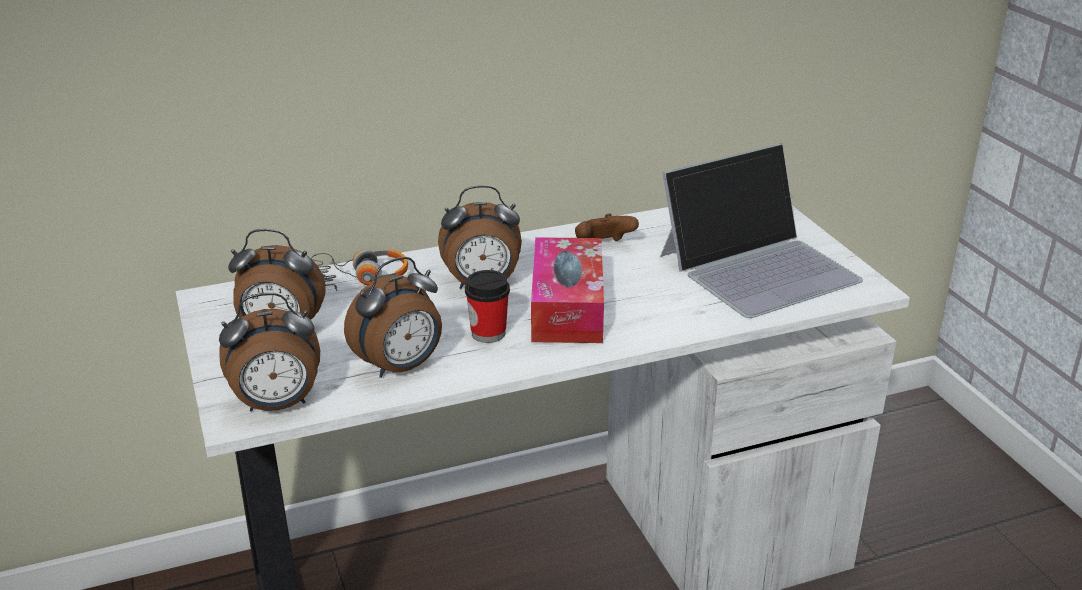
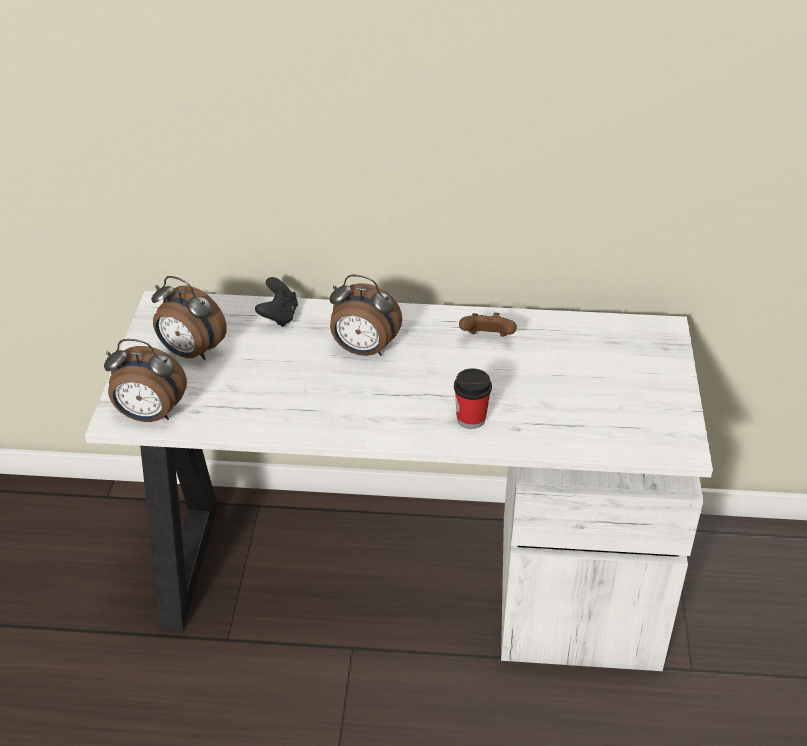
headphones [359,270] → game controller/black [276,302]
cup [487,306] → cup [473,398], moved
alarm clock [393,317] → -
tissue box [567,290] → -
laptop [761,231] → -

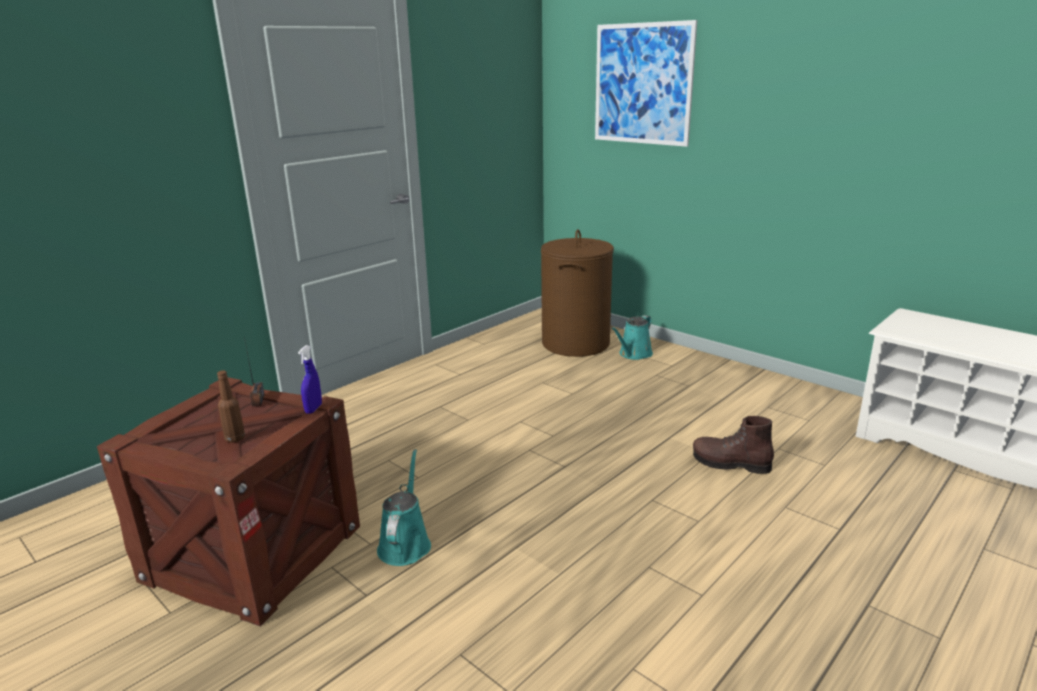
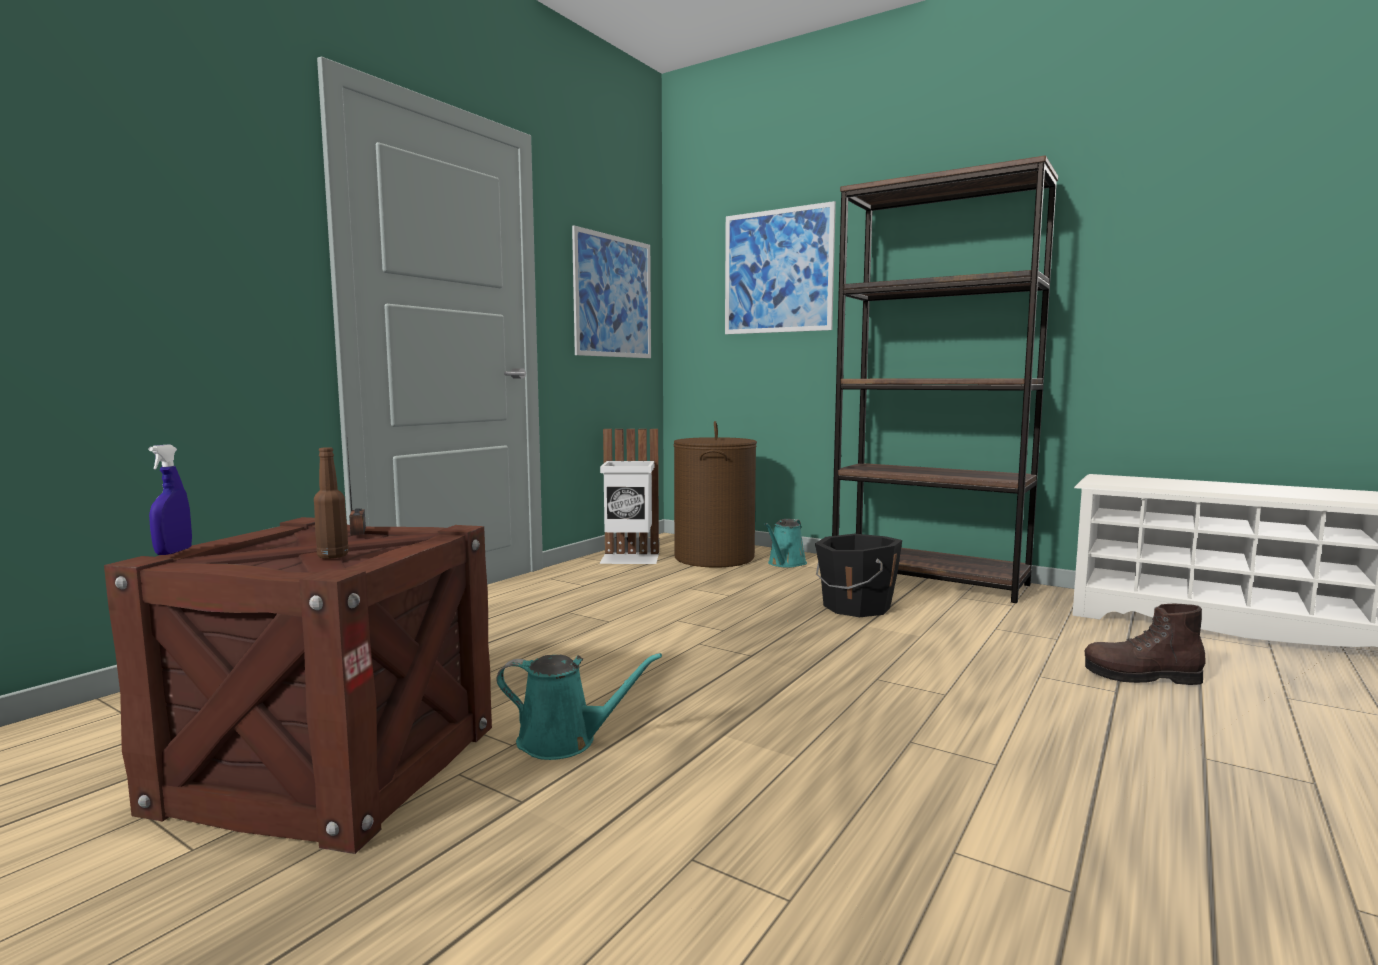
spray bottle/blue [310,379] → spray bottle/blue [170,500], moved
watering can/turquoise [404,507] → watering can/turquoise [579,706], 105 degrees clockwise
- → picture [611,291]
- → trash can/white [629,496]
- → bucket/black [858,575]
- → bookcase/brown [945,379]
boot/brown [733,445] → boot/brown [1145,644], moved

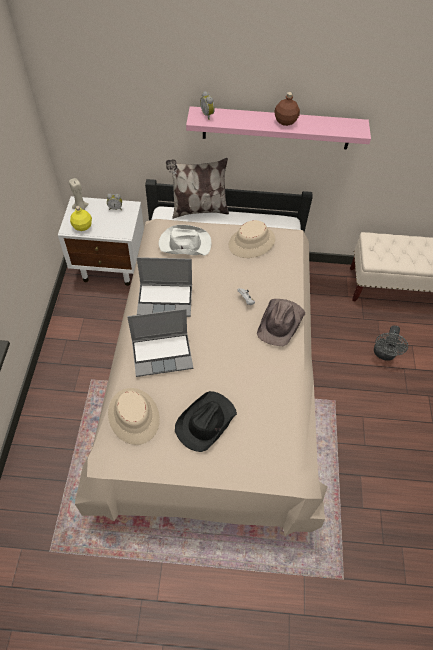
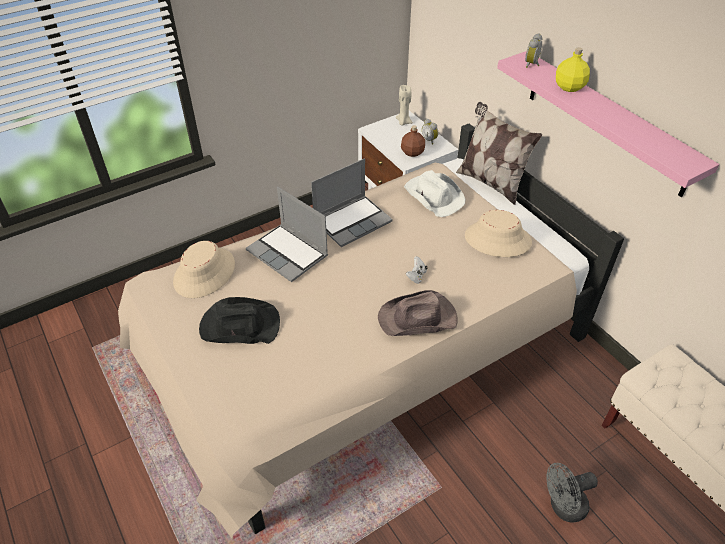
laptop [164,287] → laptop [352,202], 90 degrees counterclockwise
bottle/brown [287,109] → bottle/brown [413,141], moved
bottle/yellow [81,218] → bottle/yellow [573,69], moved

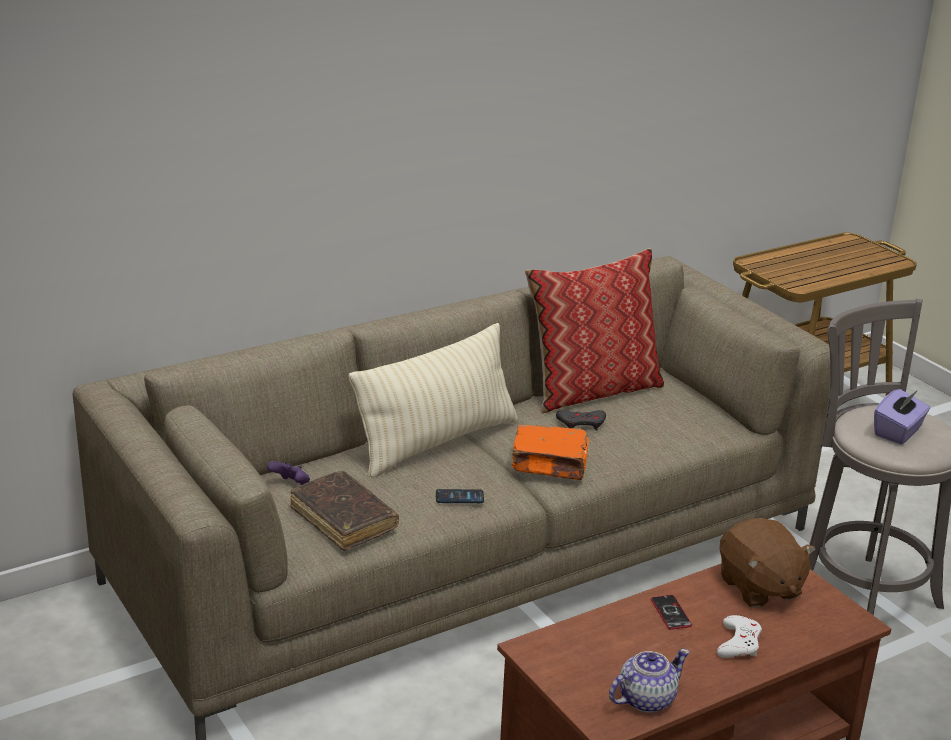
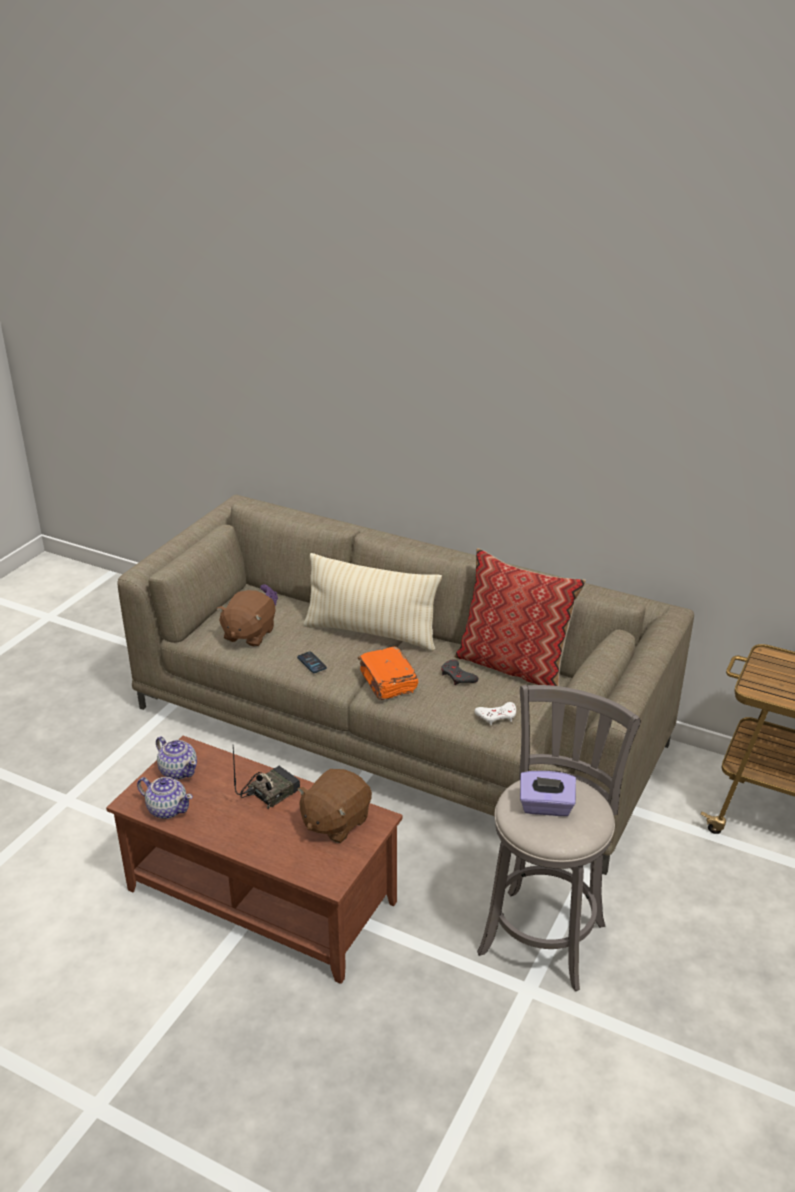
- → teapot [176,758]
book/brown [344,511] → plush toy/brown [246,618]
phone [671,612] → radio [266,777]
game controller/white [739,636] → game controller/white [495,713], moved

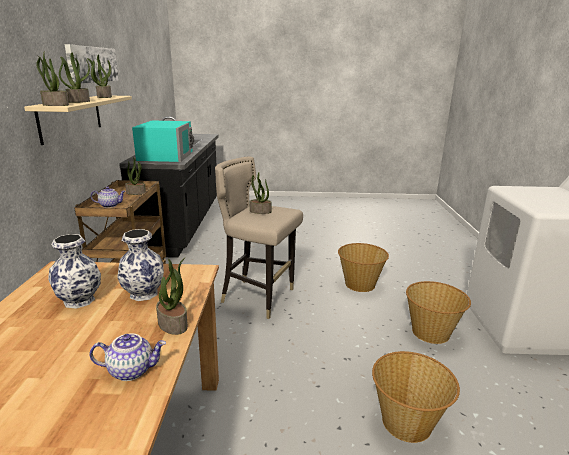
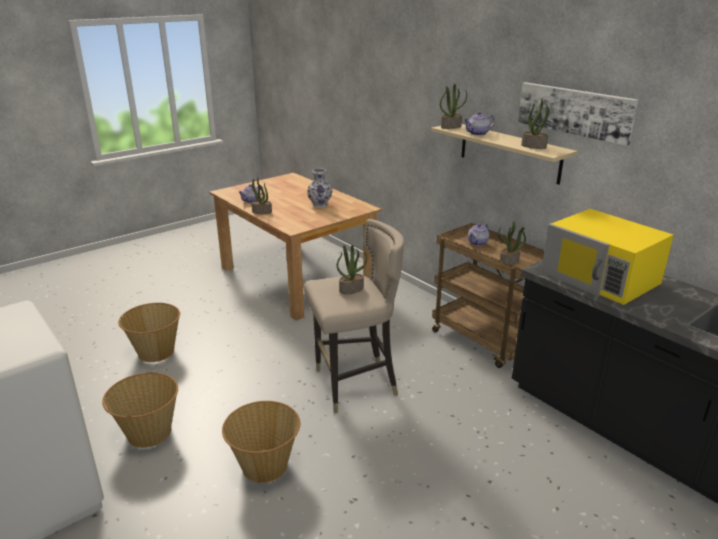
potted plant [74,78] → teapot [479,124]
microwave/turquoise [163,141] → microwave/yellow [607,257]
vase [140,265] → -

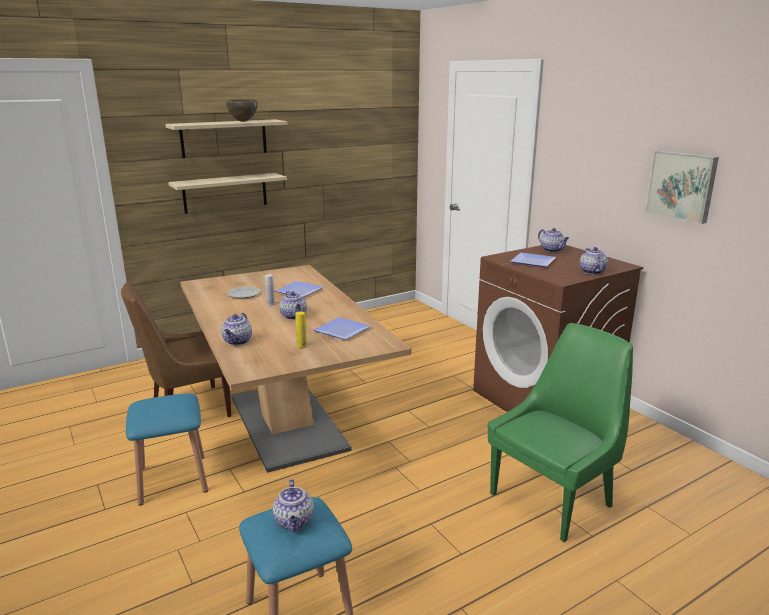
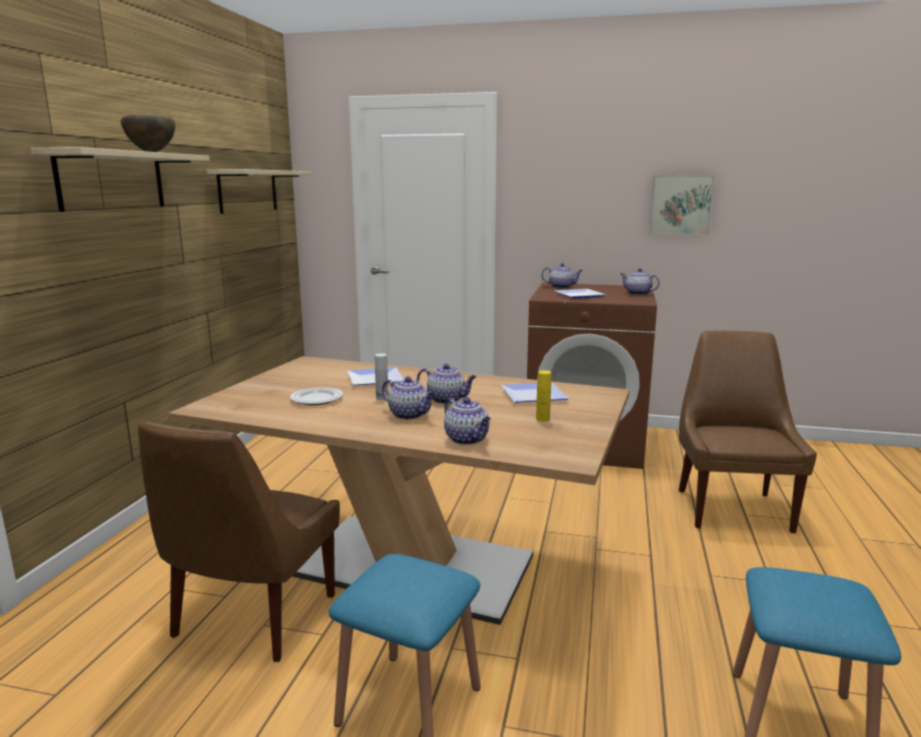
shelf/beige [227,193] → shelf/beige [259,191], moved
teapot [293,505] → teapot [409,398], moved
chair/green [560,432] → chair/brown [748,432]

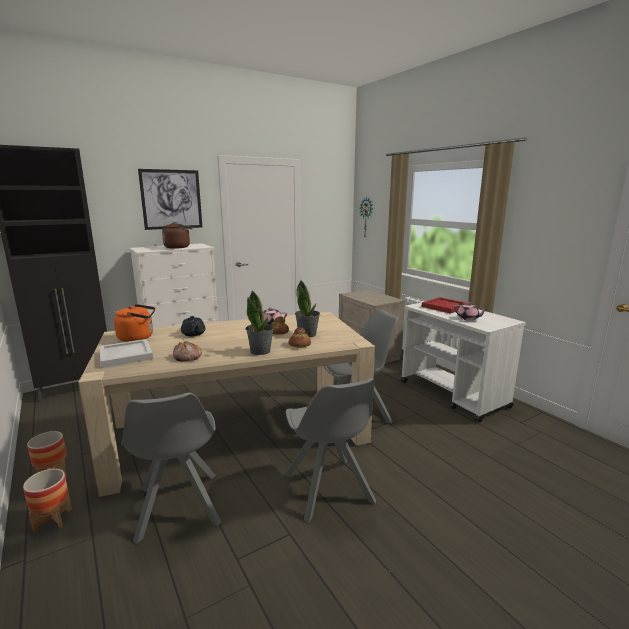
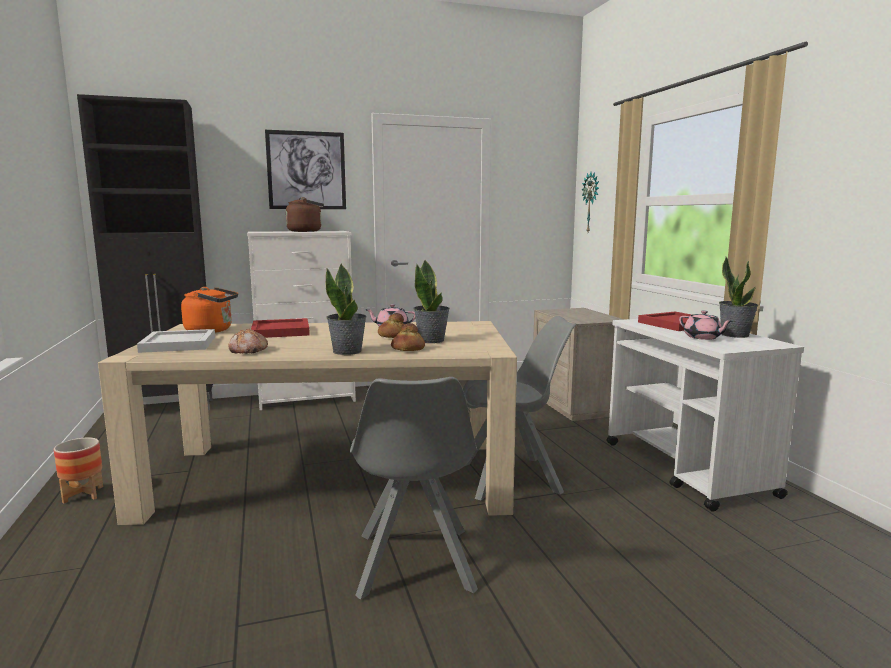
teapot/black [193,326] → tray/red [280,328]
- → potted plant [738,297]
planter [47,500] → -
chair/grey [171,468] → -

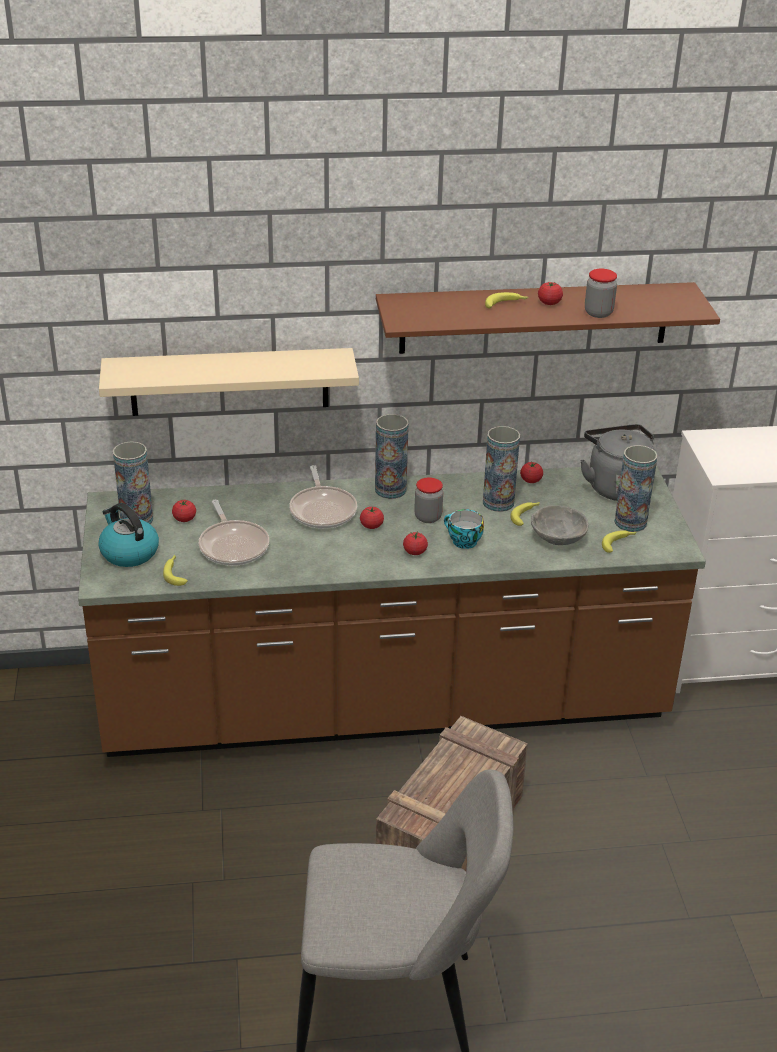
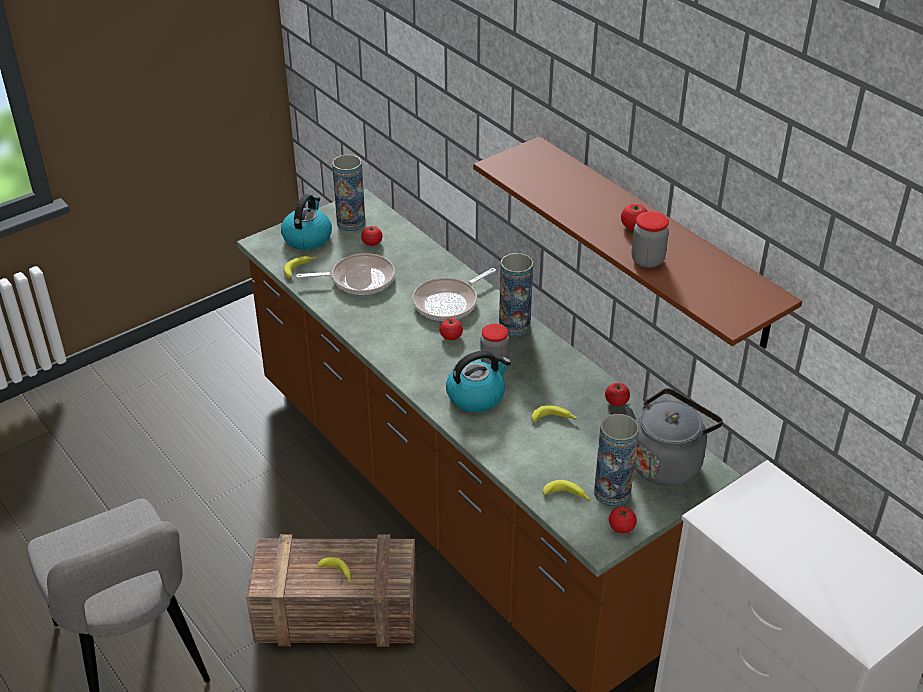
frying pan [234,533] → frying pan [345,274], 135 degrees counterclockwise
banana [506,300] → banana [334,570], moved
cup [464,529] → kettle [478,381]
tomato [415,543] → tomato [623,519], moved
shelf/beige [229,382] → -
vase [501,469] → -
bowl/grey [560,525] → -

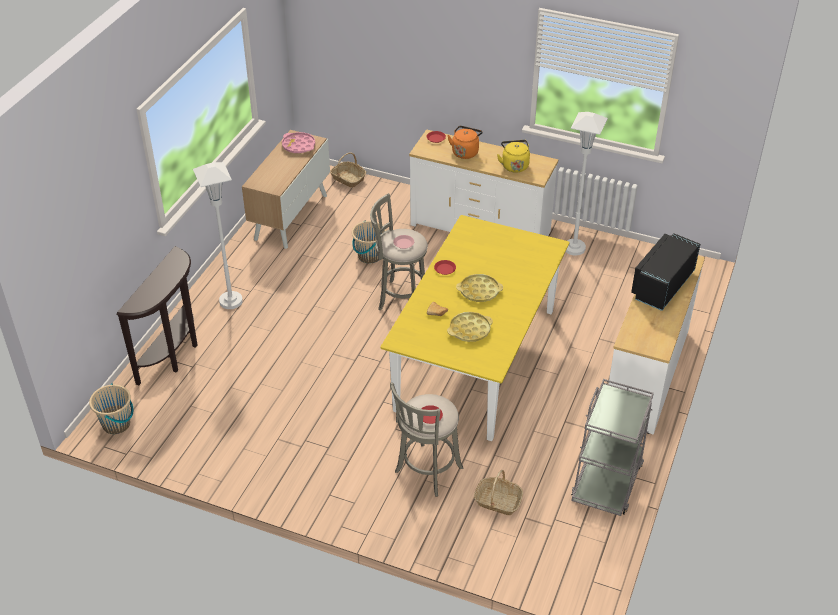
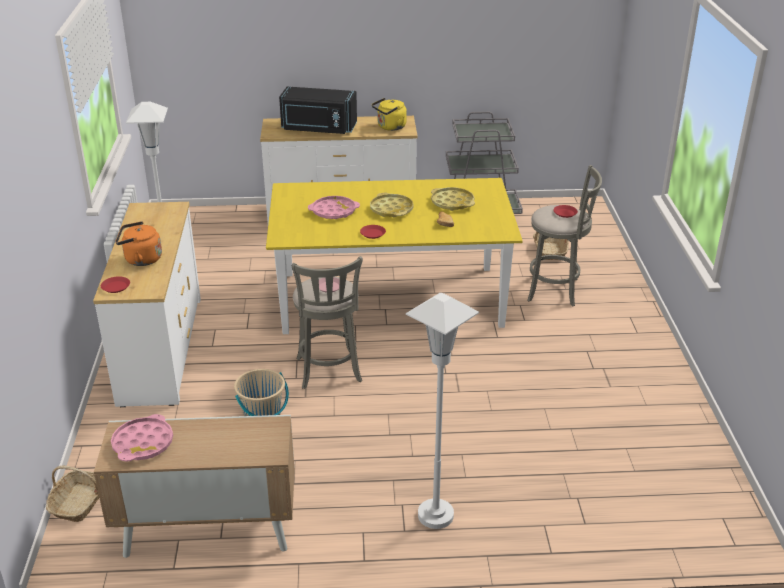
- → tray/pink [334,207]
kettle/yellow [513,156] → kettle/yellow [389,114], moved
bucket/beige [111,408] → -
console table/brown [157,315] → -

